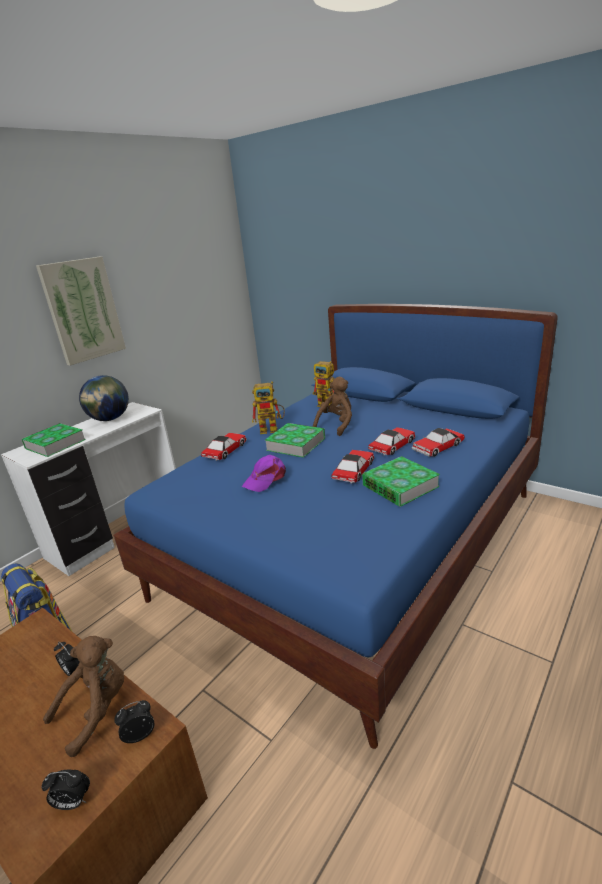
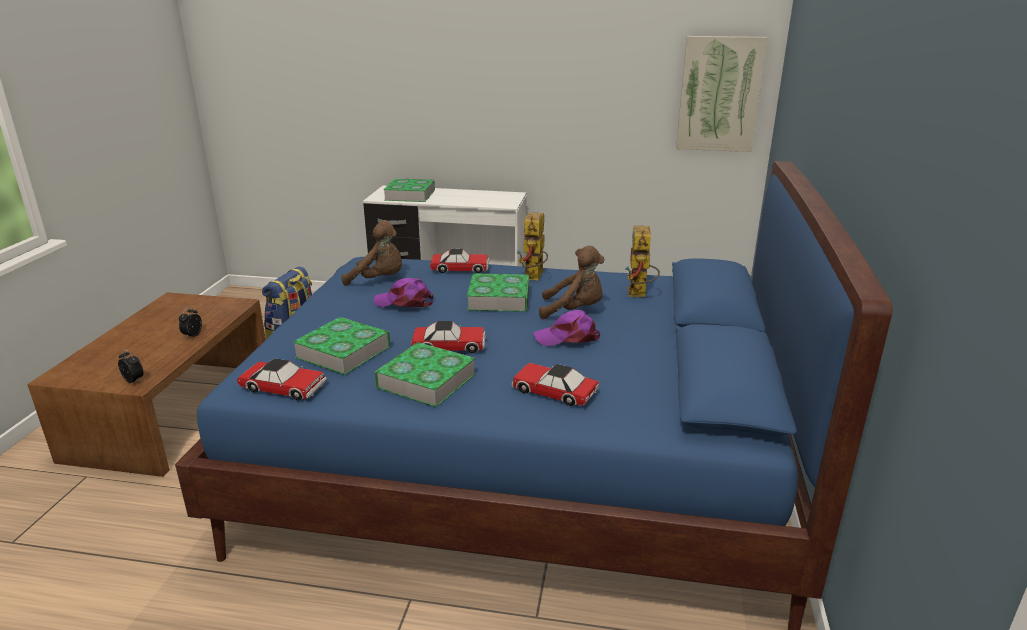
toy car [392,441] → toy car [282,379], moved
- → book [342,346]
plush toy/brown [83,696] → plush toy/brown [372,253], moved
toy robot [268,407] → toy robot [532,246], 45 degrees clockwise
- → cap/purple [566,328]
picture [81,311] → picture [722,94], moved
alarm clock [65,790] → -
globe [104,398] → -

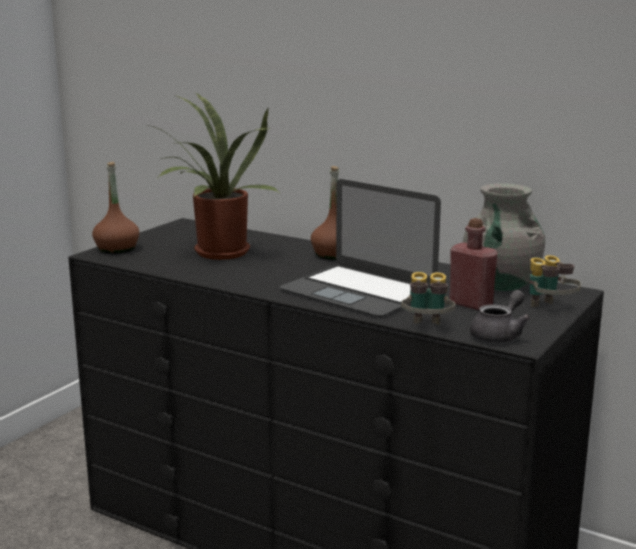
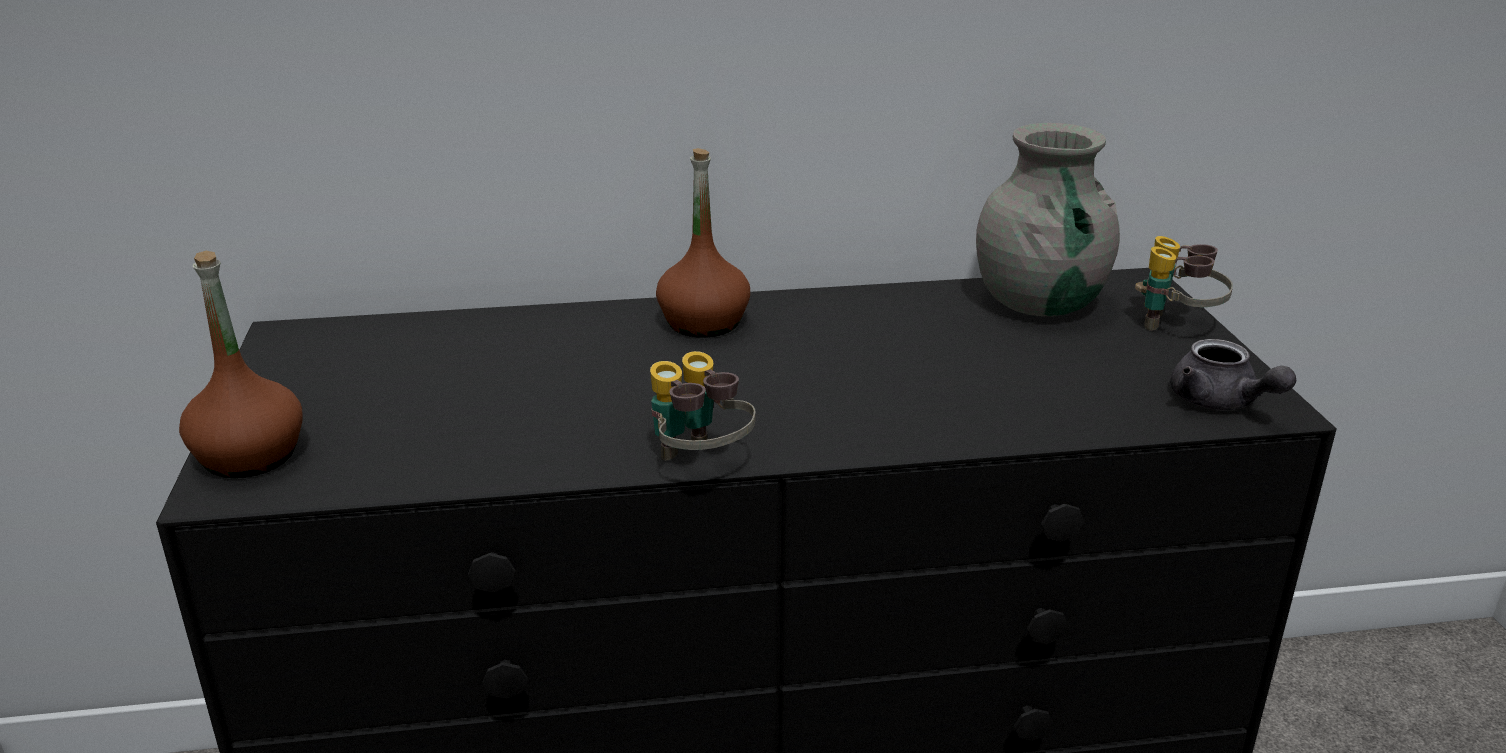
binoculars [428,298] → binoculars [702,406], moved
teapot/grey [500,316] → teapot/grey [1233,374], 150 degrees clockwise
potted plant [213,176] → -
laptop [360,248] → -
bottle/red [473,264] → -

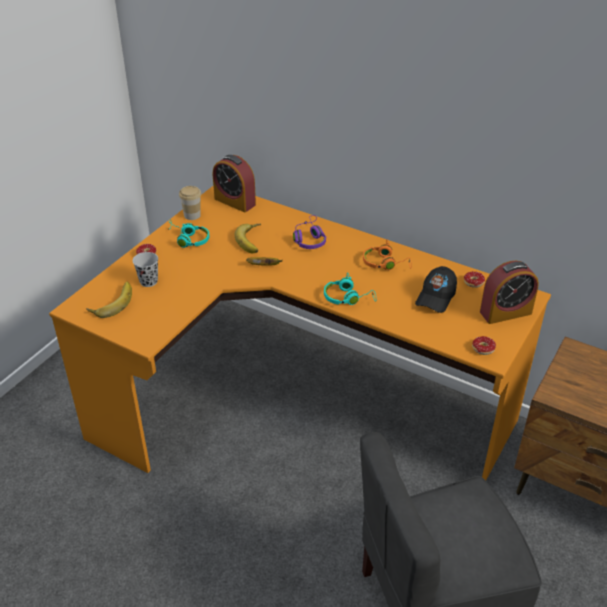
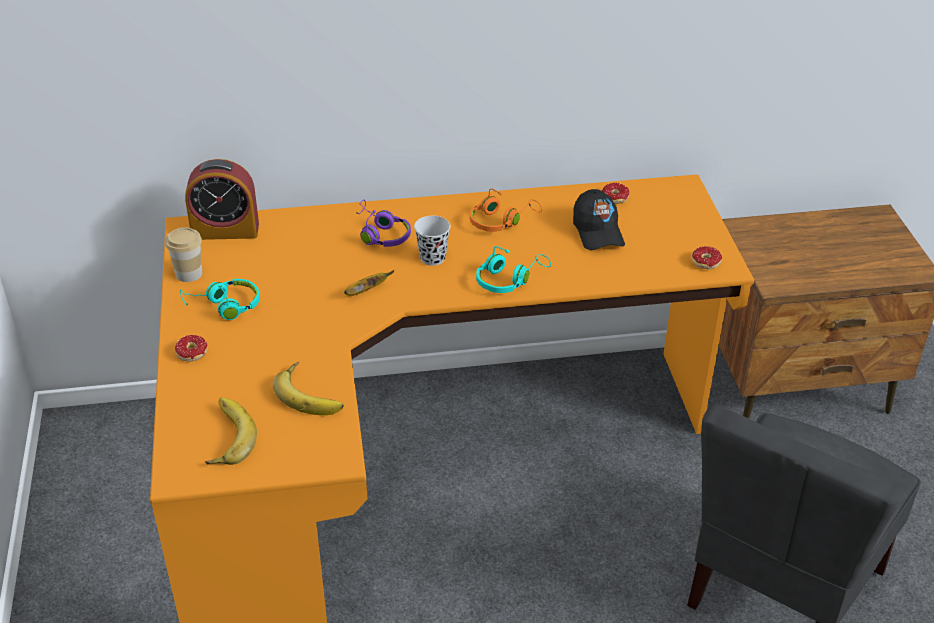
banana [248,238] → banana [308,388], moved
cup/black [145,269] → cup/black [432,241], moved
alarm clock [509,292] → -

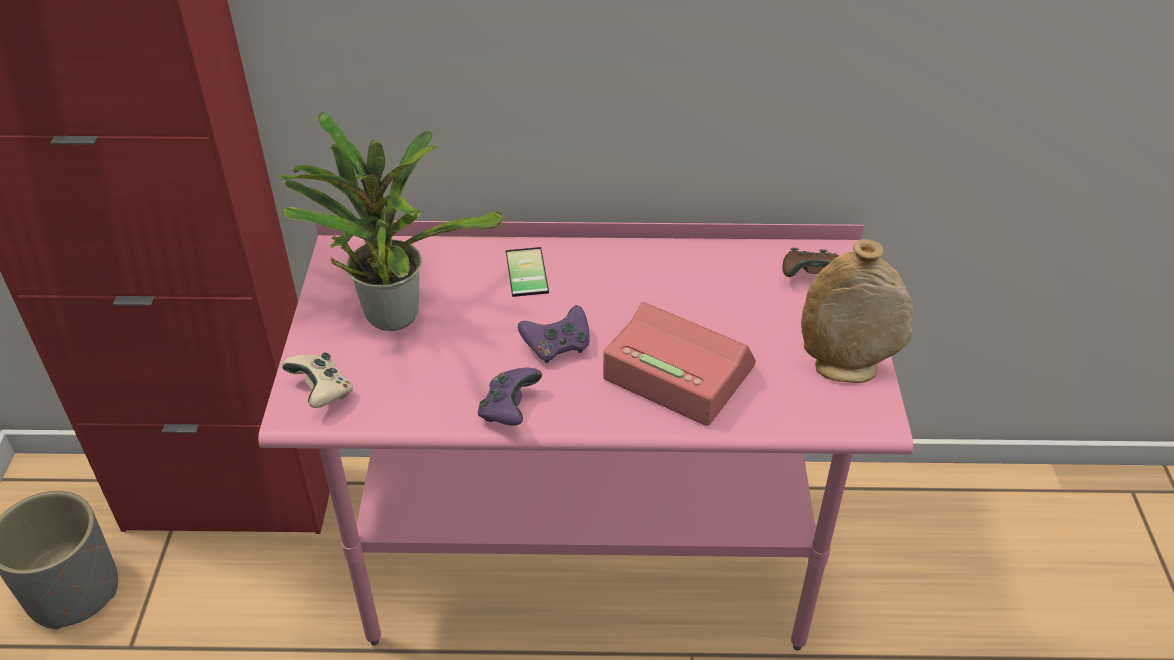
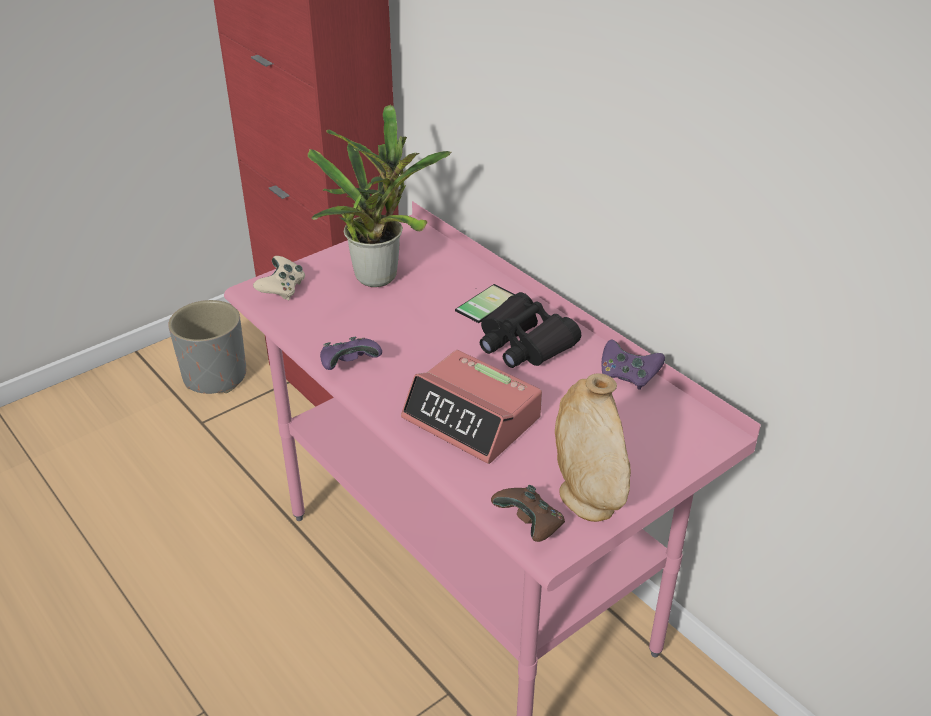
alarm clock [679,364] → alarm clock [471,407], 135 degrees clockwise
- → binoculars/black [530,330]
game controller/brown [810,262] → game controller/brown [528,513], moved
game controller/purple [554,334] → game controller/purple [633,364], moved

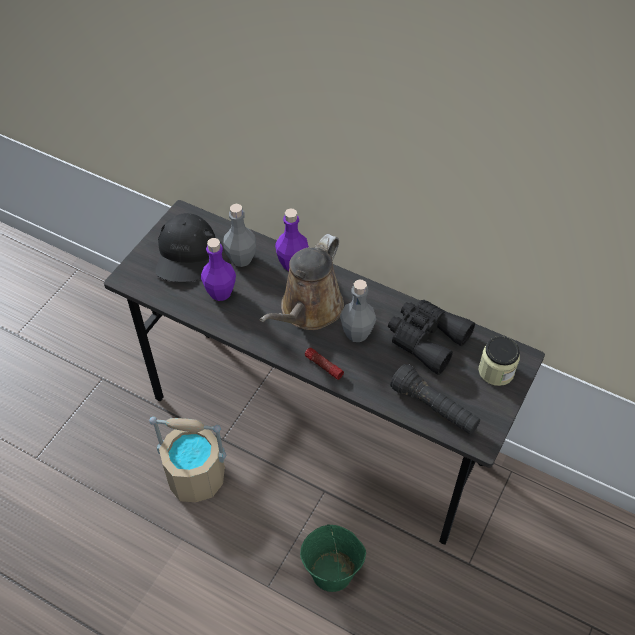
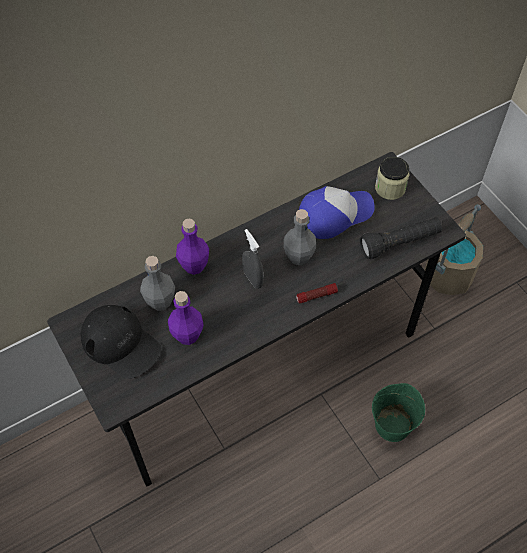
watering can/brown [302,282] → spray bottle/grey [253,259]
binoculars/black [431,337] → cap [337,212]
bucket/beige [187,459] → bucket/beige [453,249], moved

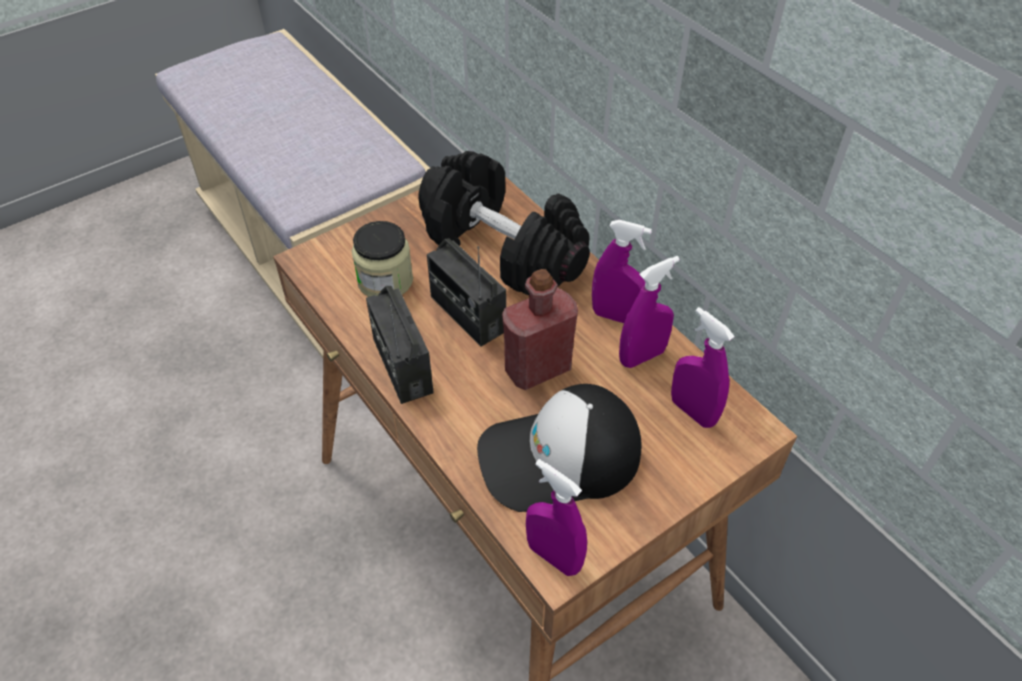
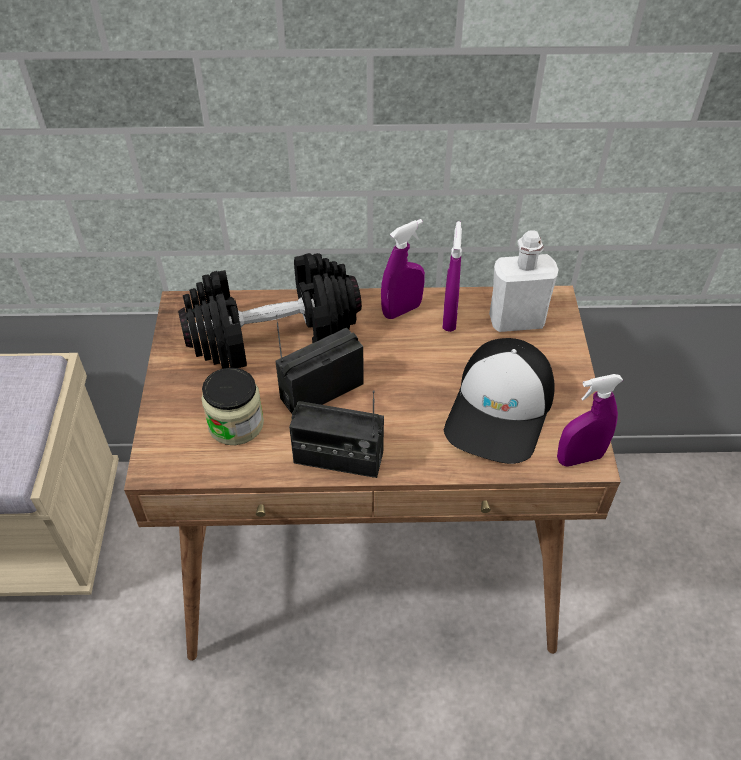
radio [466,292] → radio [319,364], 150 degrees clockwise
spray bottle/purple [703,367] → bottle/white [524,281]
bottle/red [540,329] → -

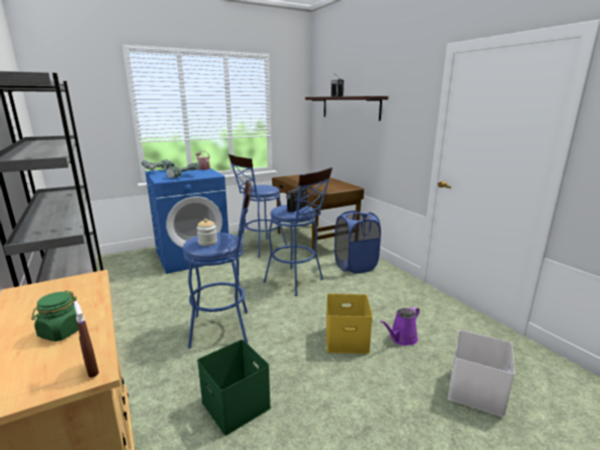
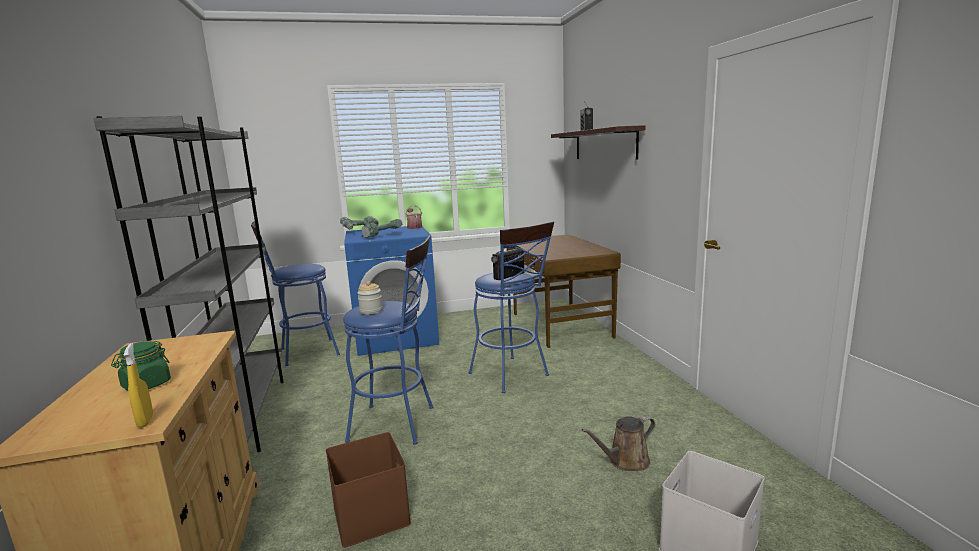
spray bottle/brown [86,339] → spray bottle/yellow [138,385]
stool/blue [258,206] → stool/blue [295,294], moved
storage box/green [234,388] → storage box/brown [368,490]
watering can/purple [400,326] → watering can/brown [618,443]
storage box/yellow [349,324] → -
laundry basket/blue [357,242] → -

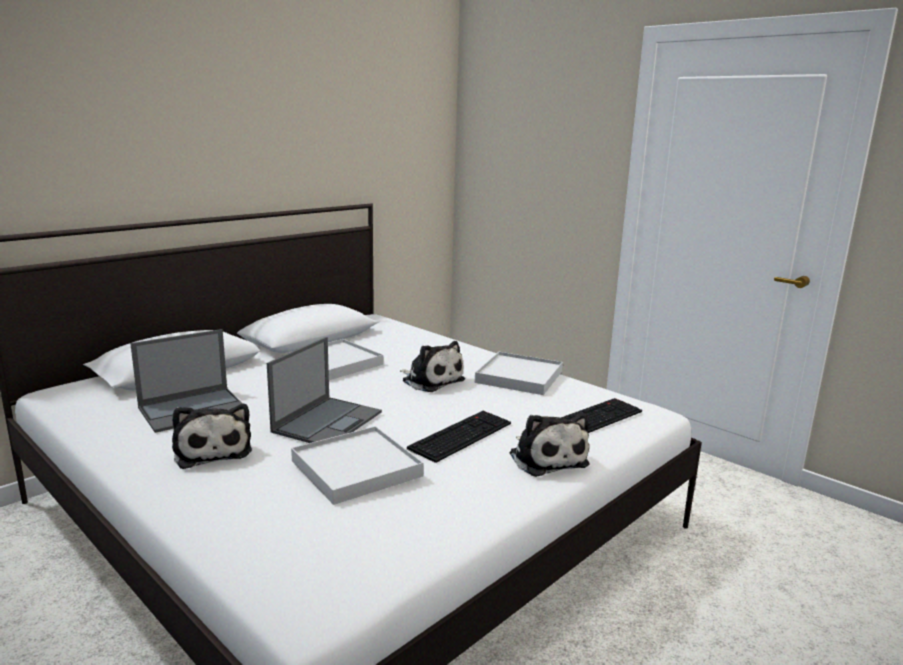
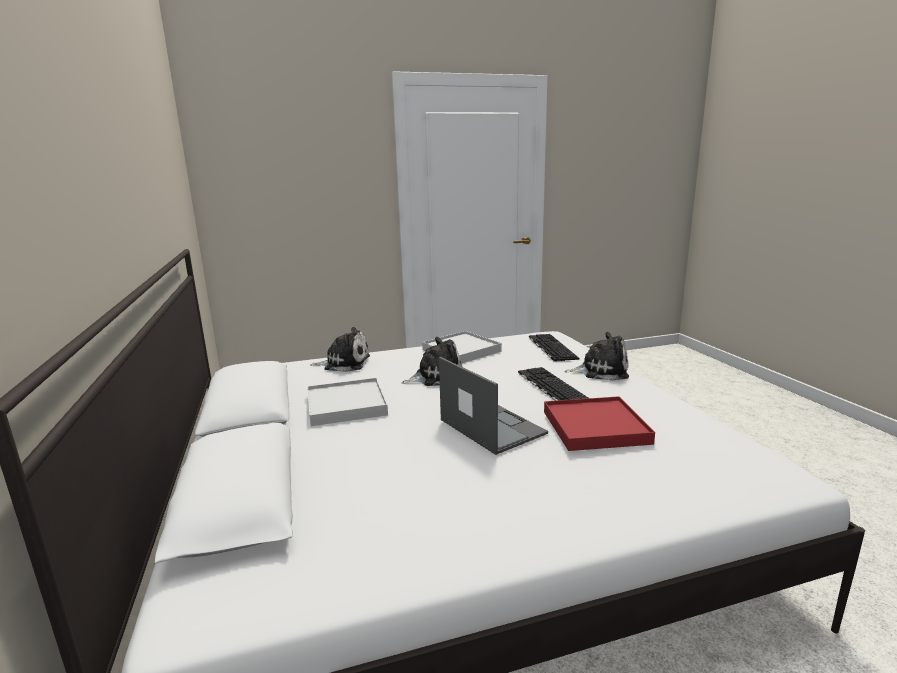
plush toy [212,436] → plush toy [340,349], moved
tray/white [357,465] → tray/red [599,423]
laptop [186,381] → -

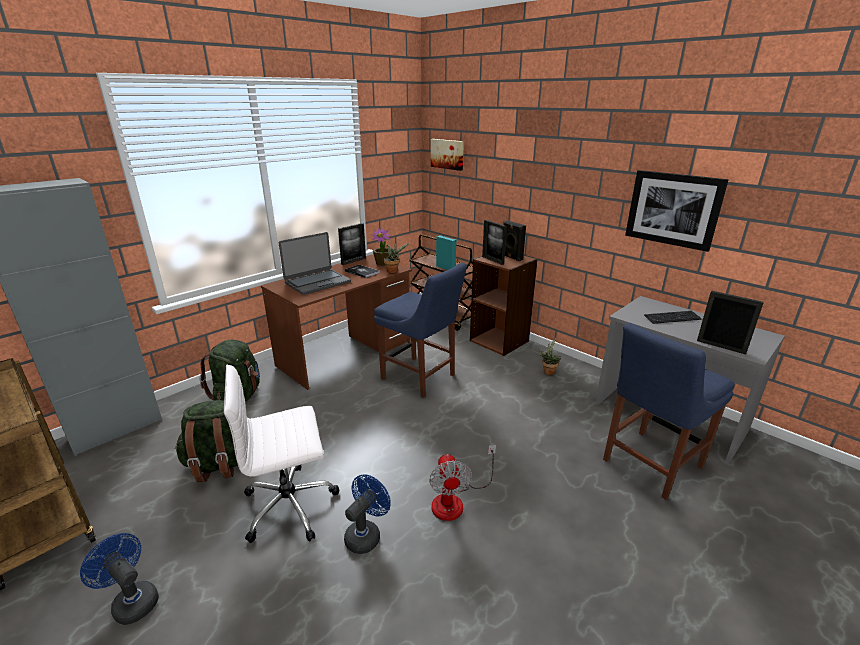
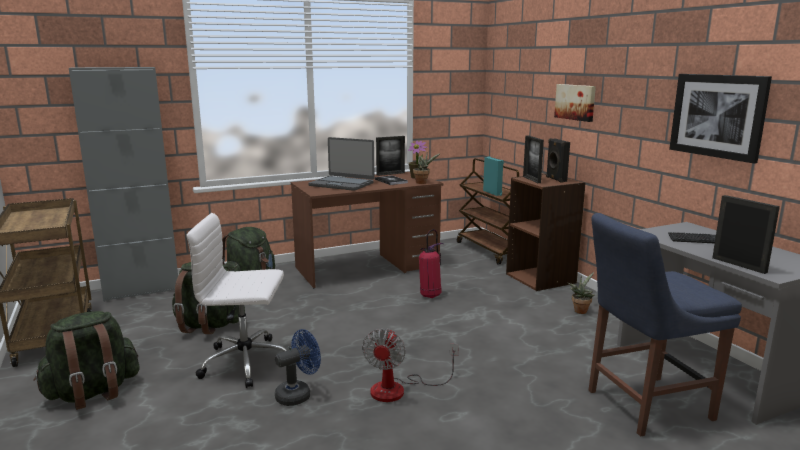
fan/blue [119,579] → backpack/green [86,360]
laptop [315,263] → laptop [341,164], 45 degrees clockwise
chair/blue [420,330] → fire extinguisher [431,263]
picture [447,155] → picture [575,103], moved

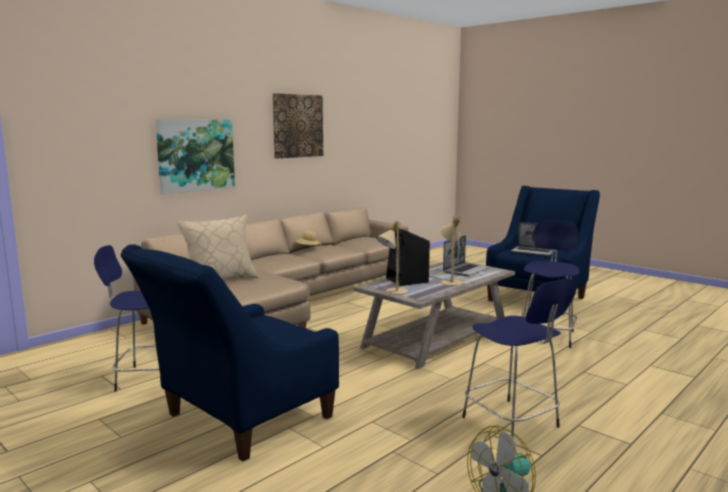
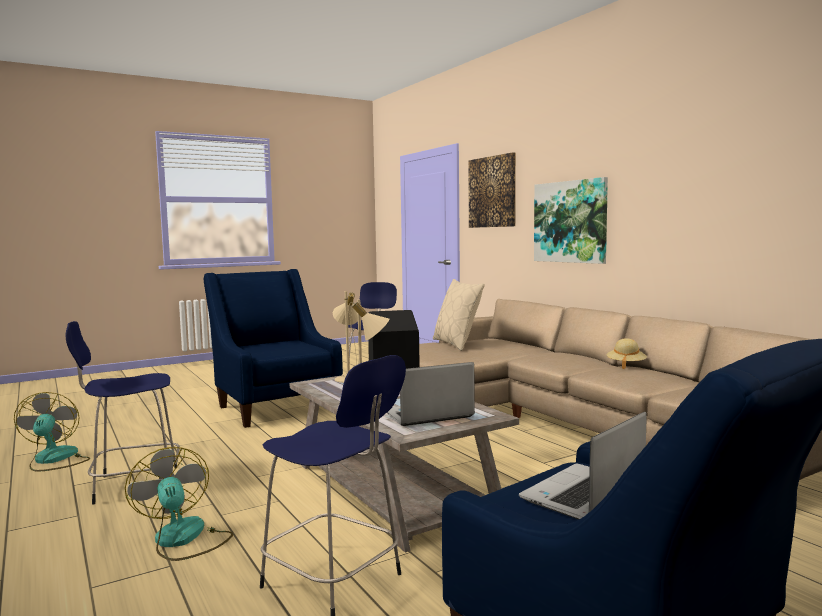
- → fan [179,504]
laptop [466,255] → laptop [431,394], 105 degrees clockwise
picture [297,126] → picture [492,190], moved

